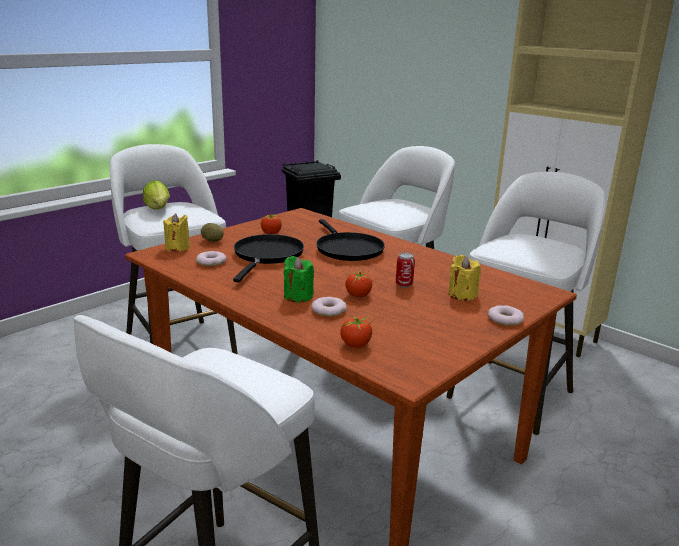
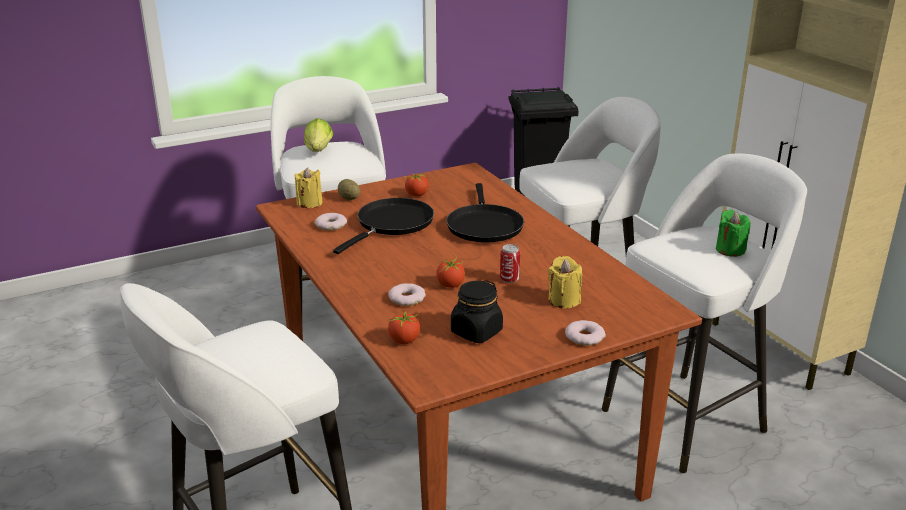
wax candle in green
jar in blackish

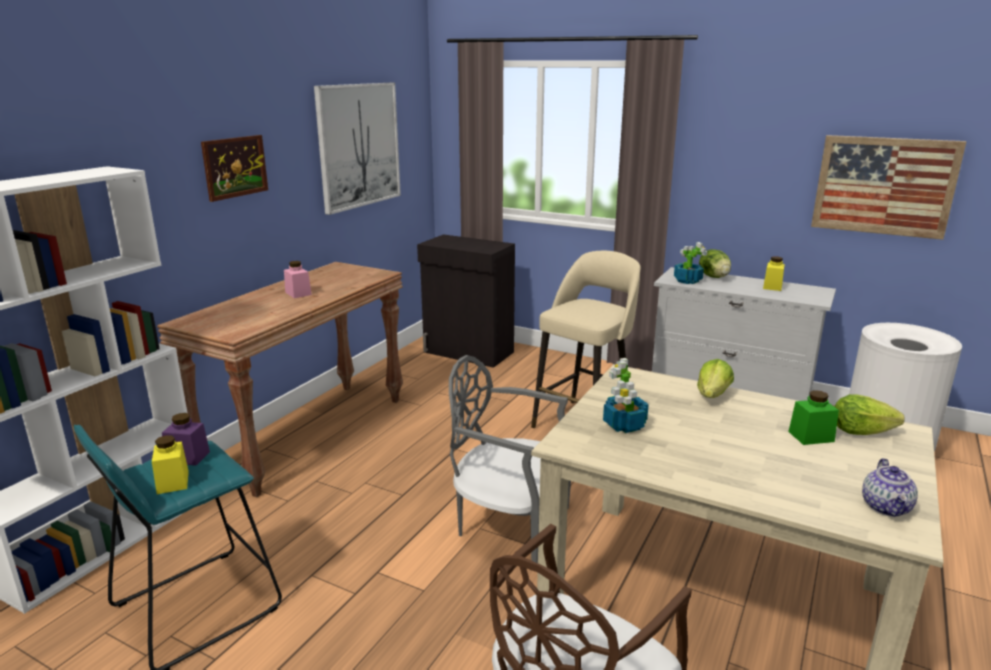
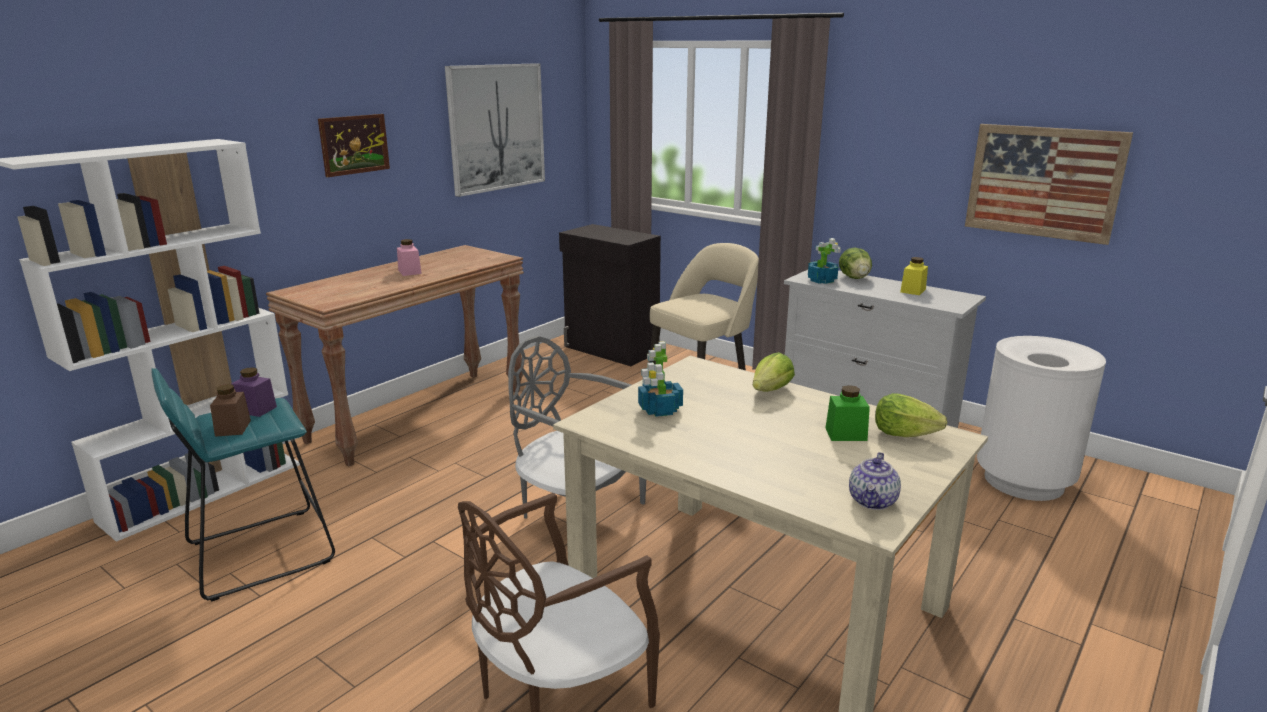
jar in brown-coloured

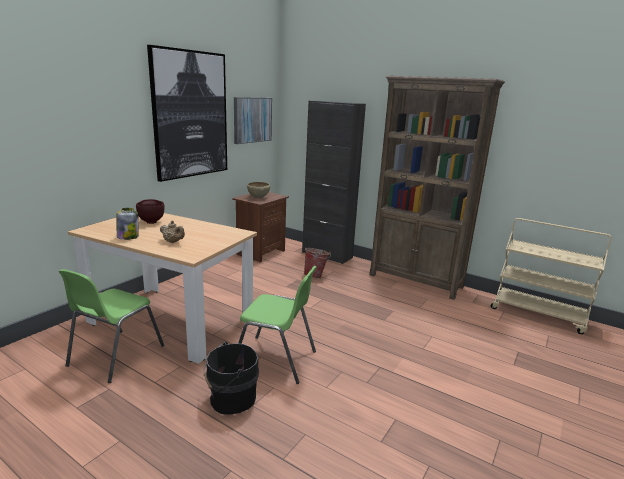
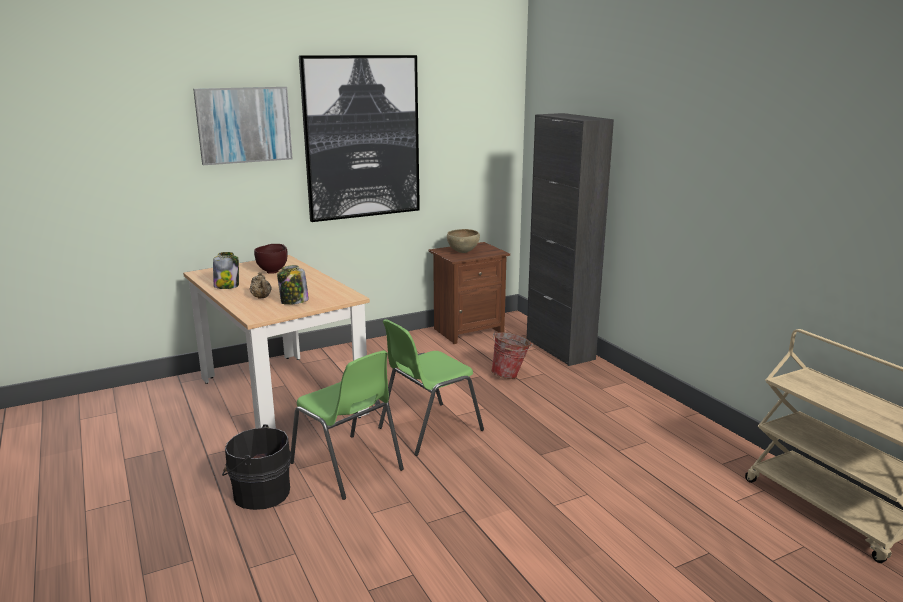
bookshelf in brown-coloured
picture (1st from left)
upright chair in green (2nd from left)
jar (2nd from left)

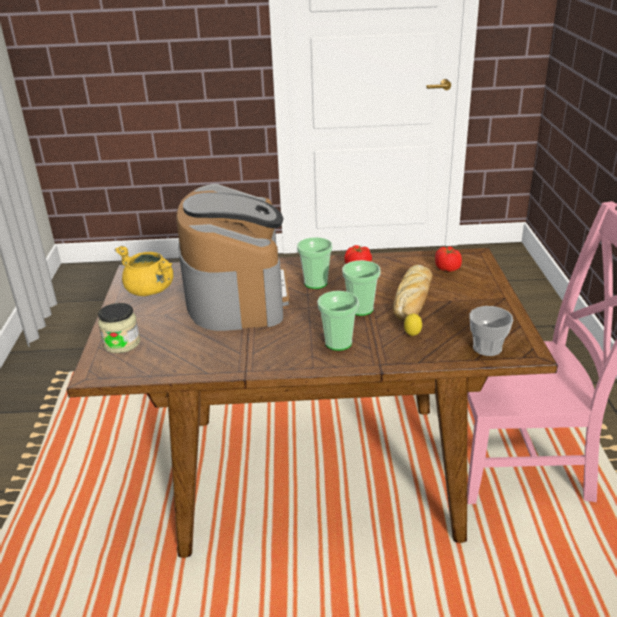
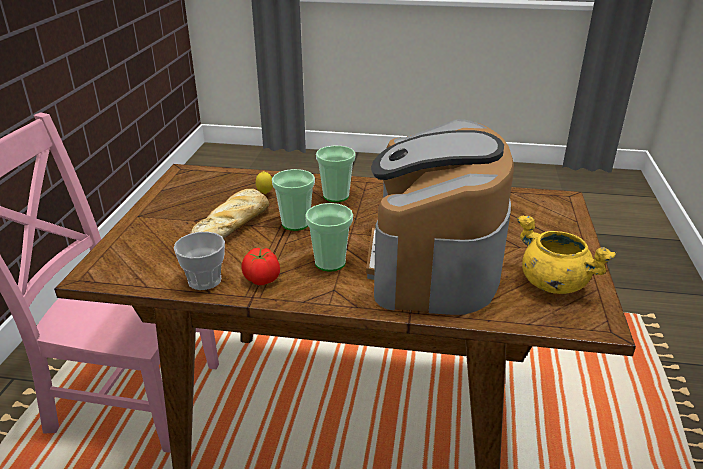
tomato (2nd from left in the first image)
jar
small cup (1st from left)

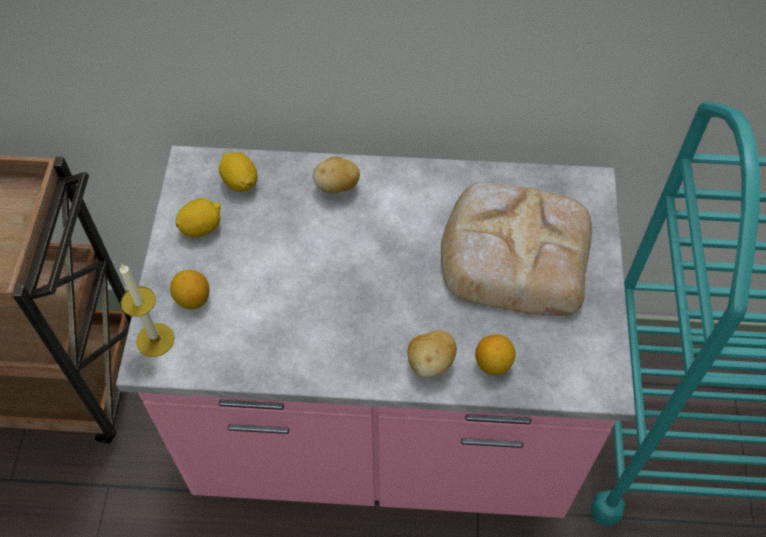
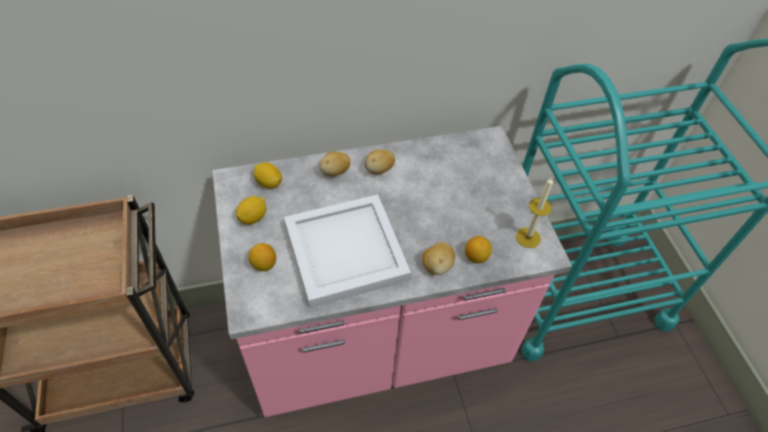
bread
wax candle
whole potato (2nd from left)
serving tray in white

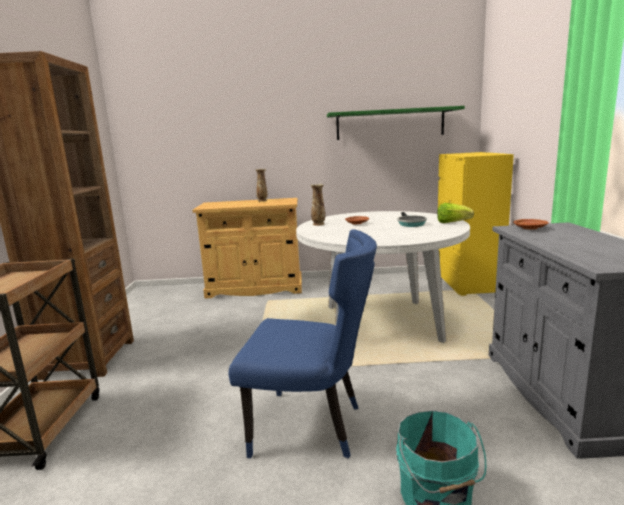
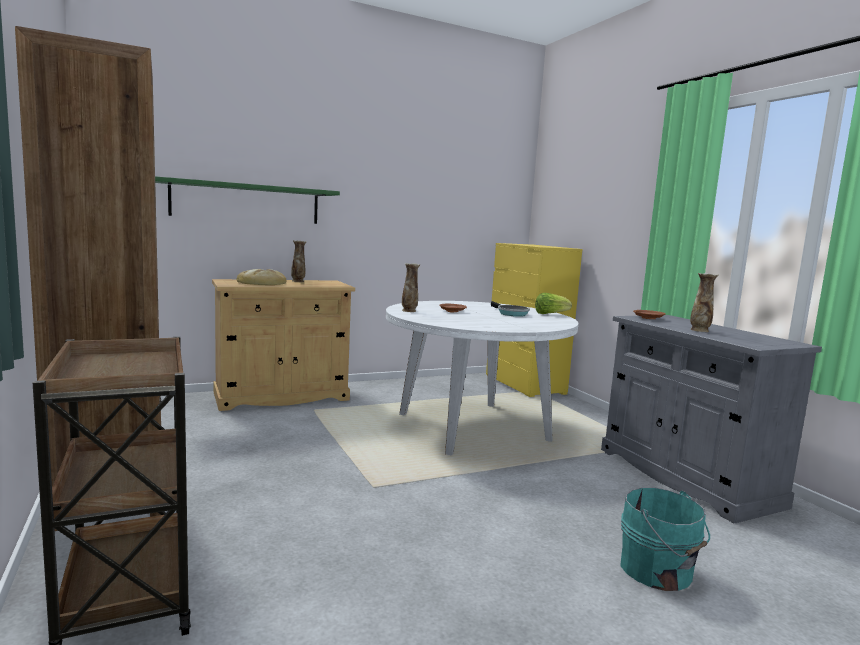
bracket shelf in green
upright chair in bluish
bread
flower vase (3rd from left)

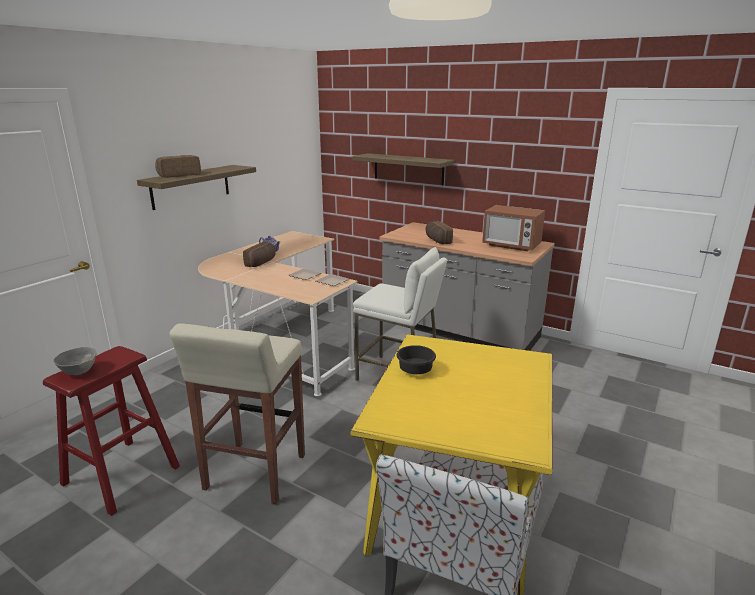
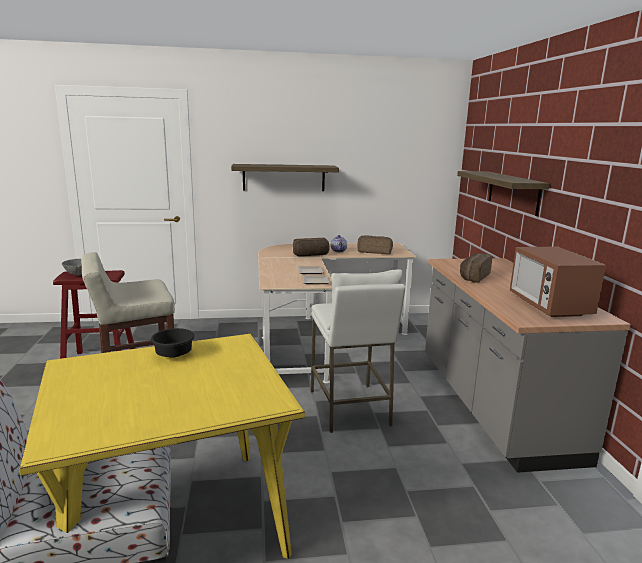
bread (2nd from left)

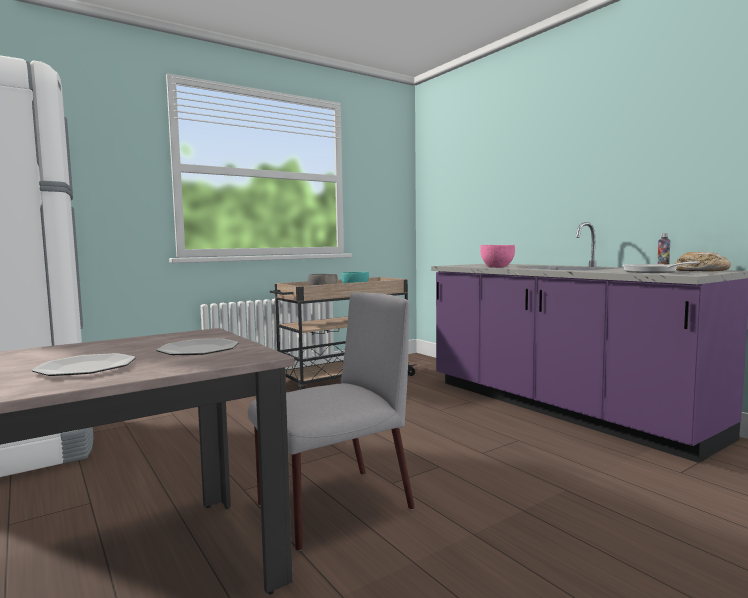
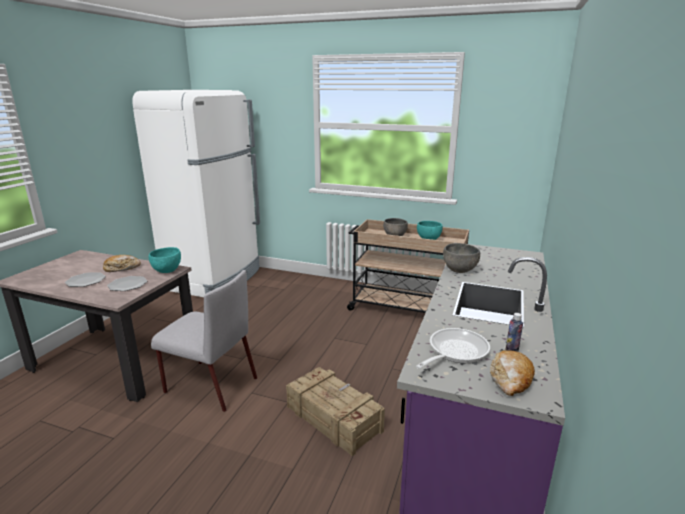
bowl in greyish (2nd from left)
bowl in blue-green (1st from left)
bread (1st from left)
shipping crate

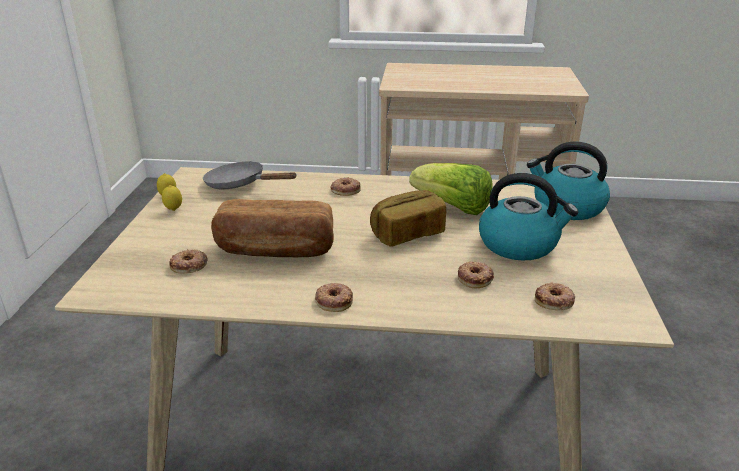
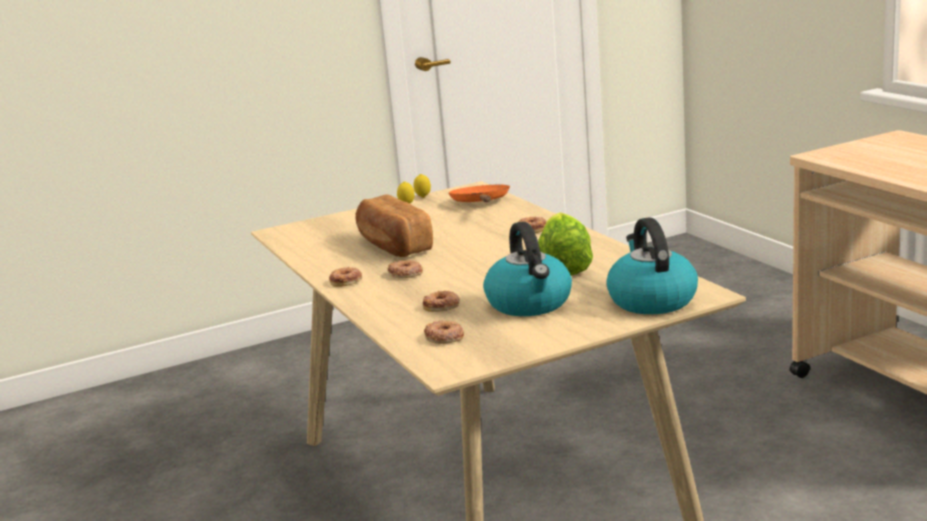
frying pan in orange
bread (2nd from left in the first image)
donut (2nd from left)

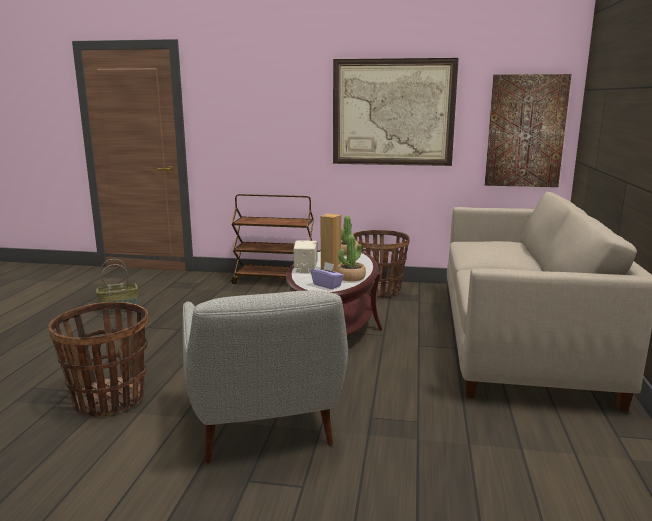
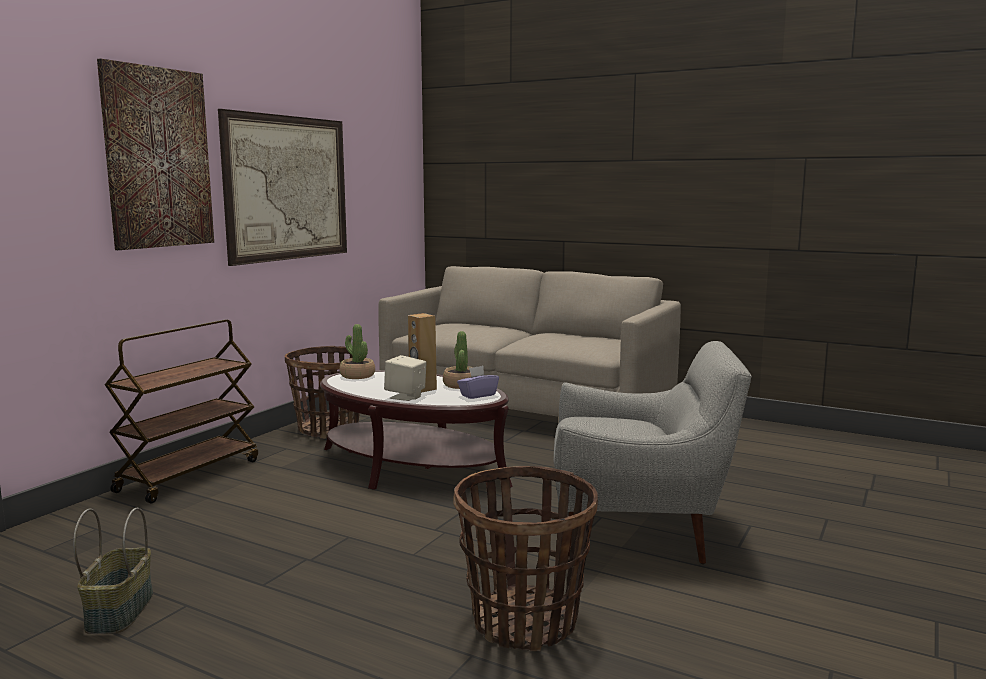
picture (1st from left)

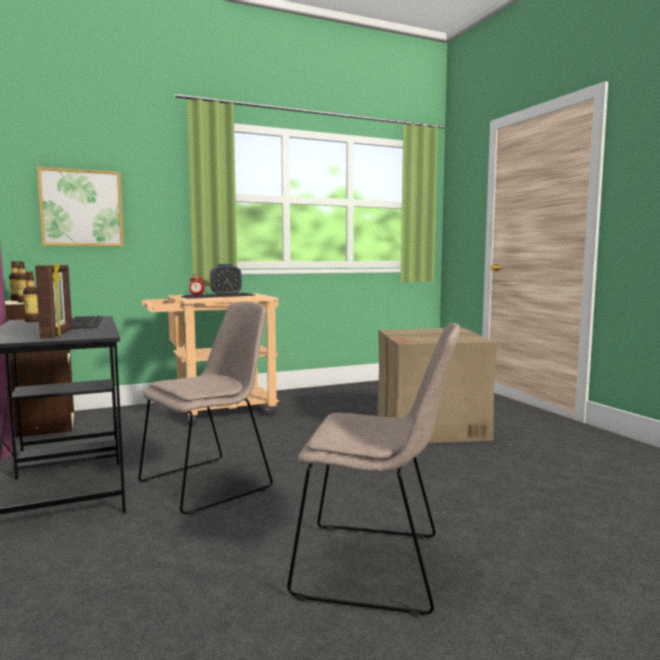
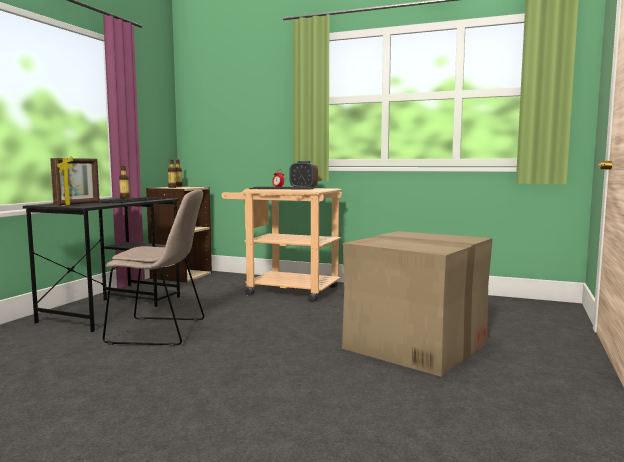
picture
upright chair in sand-coloured (2nd from left in the first image)

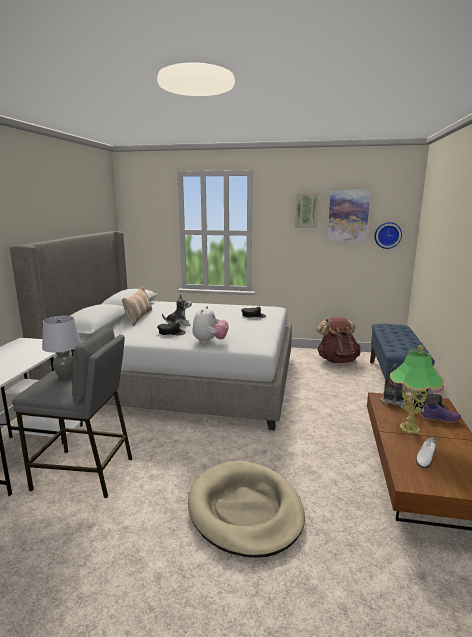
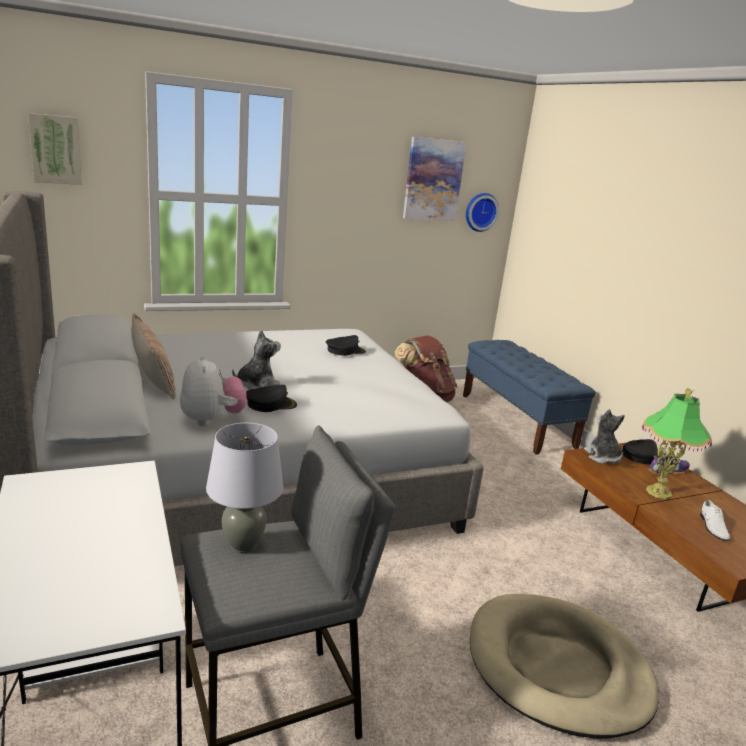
picture (1st from left)
cuddly toy (1st from left)

